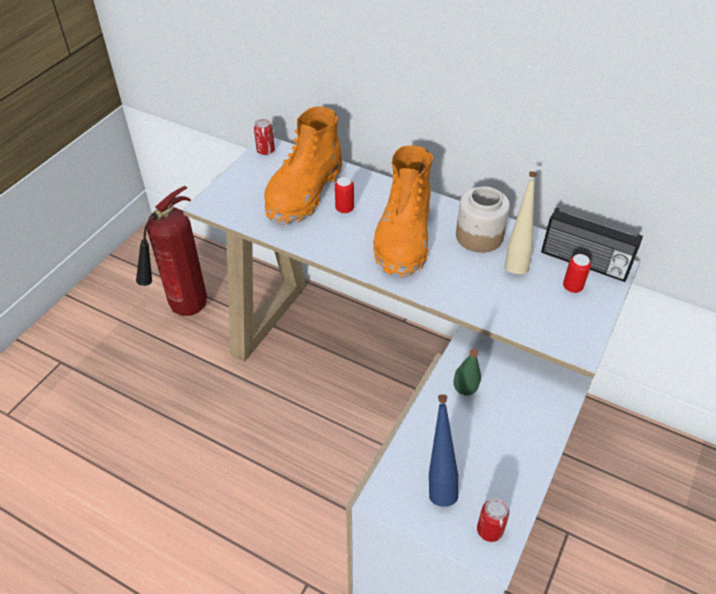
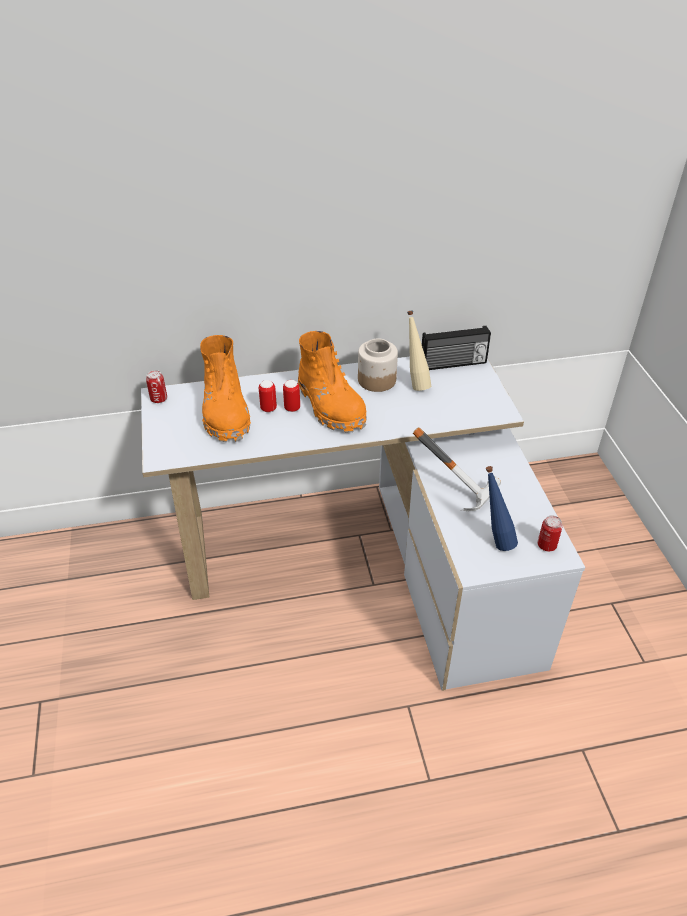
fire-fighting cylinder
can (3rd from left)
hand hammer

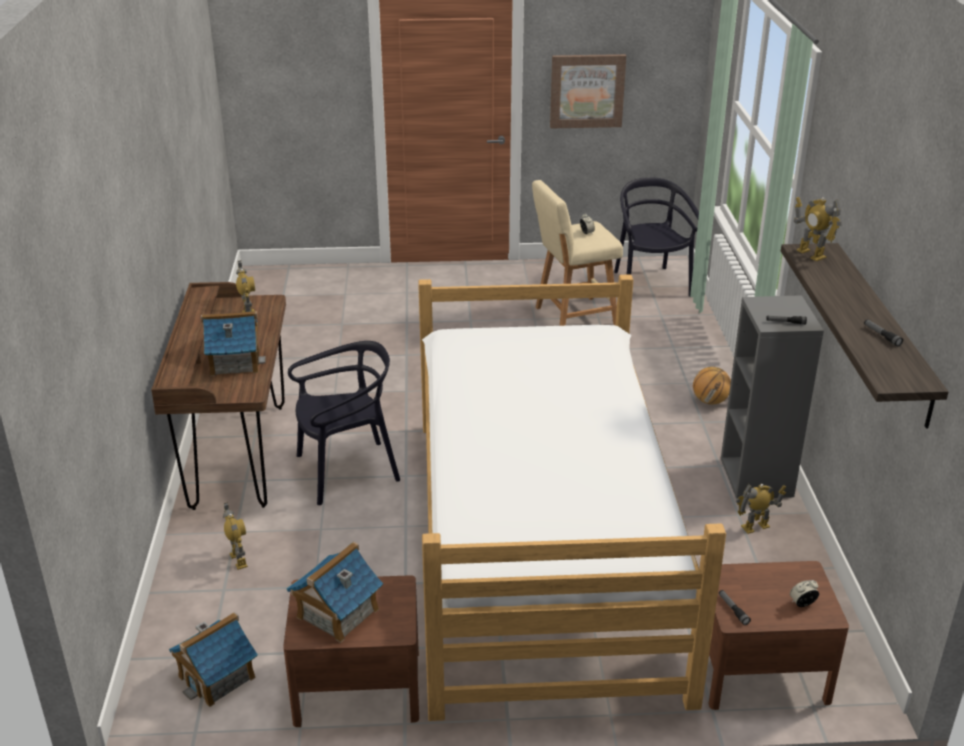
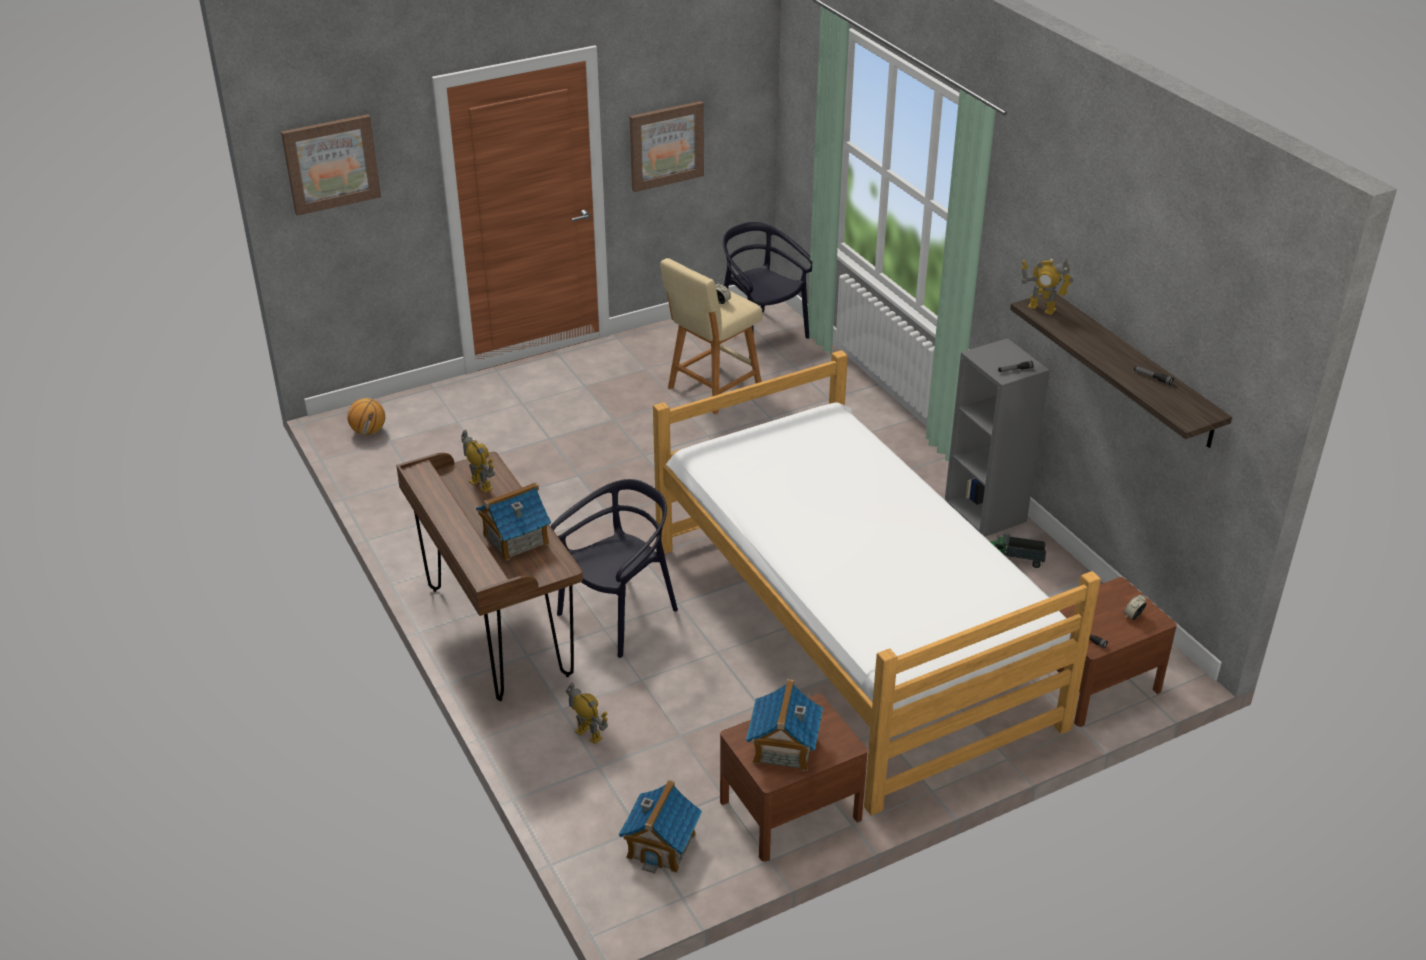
basketball
toy truck
picture (1st from left)

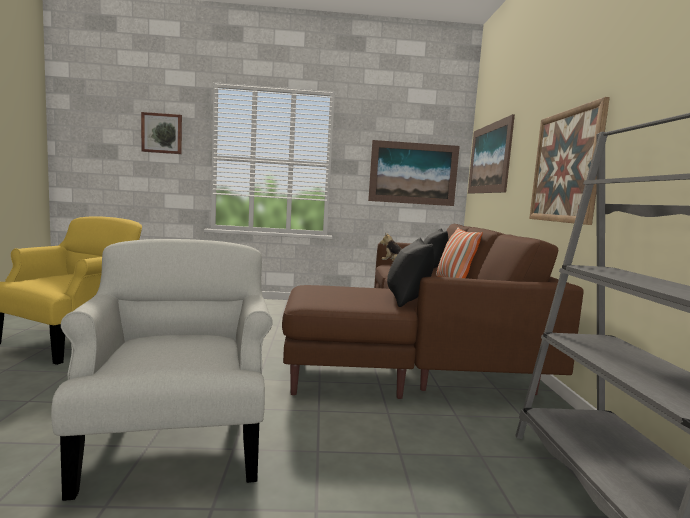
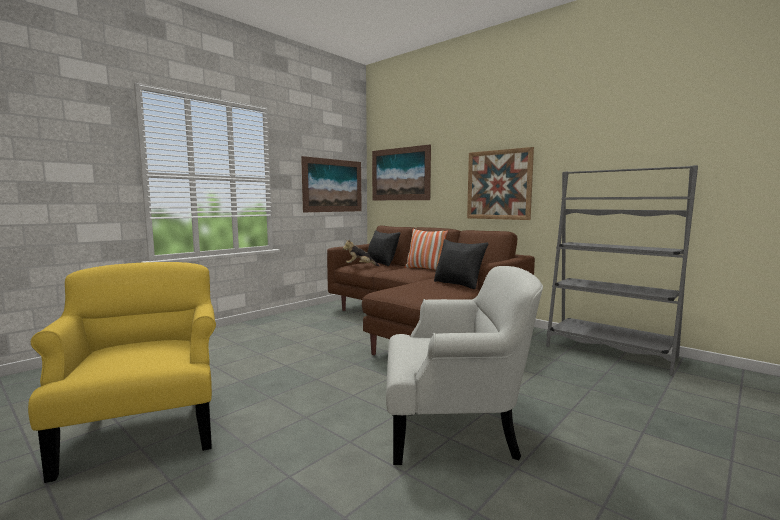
picture (1st from left in the first image)
lounge chair in white

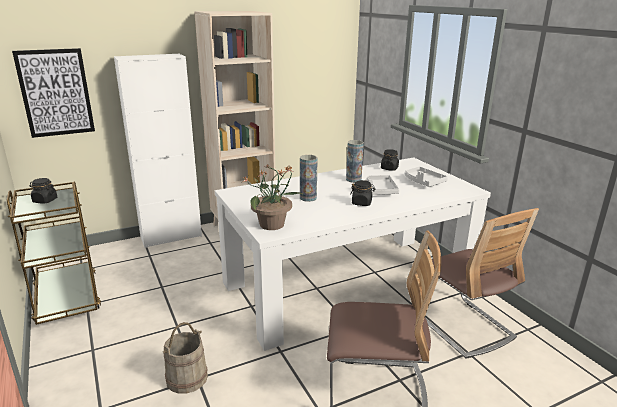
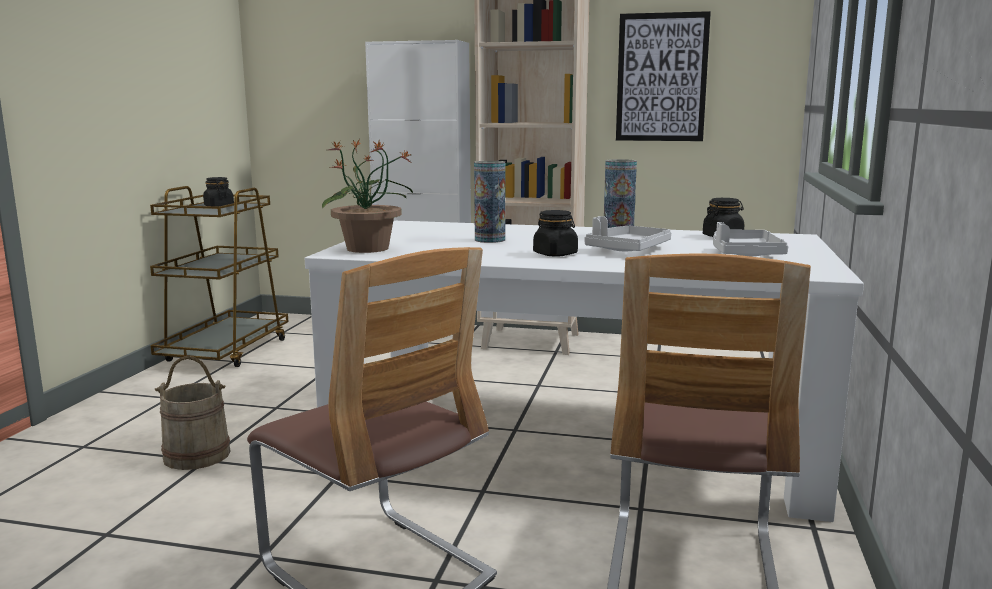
picture

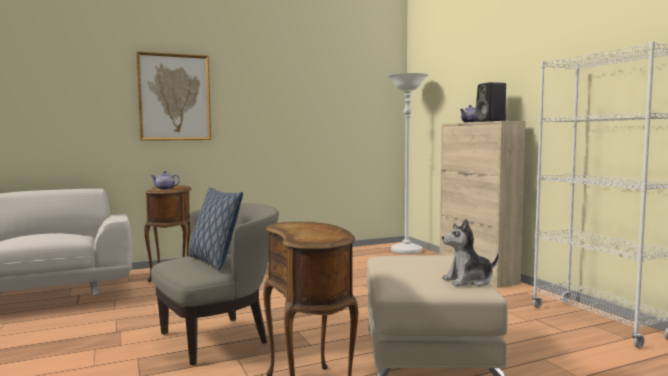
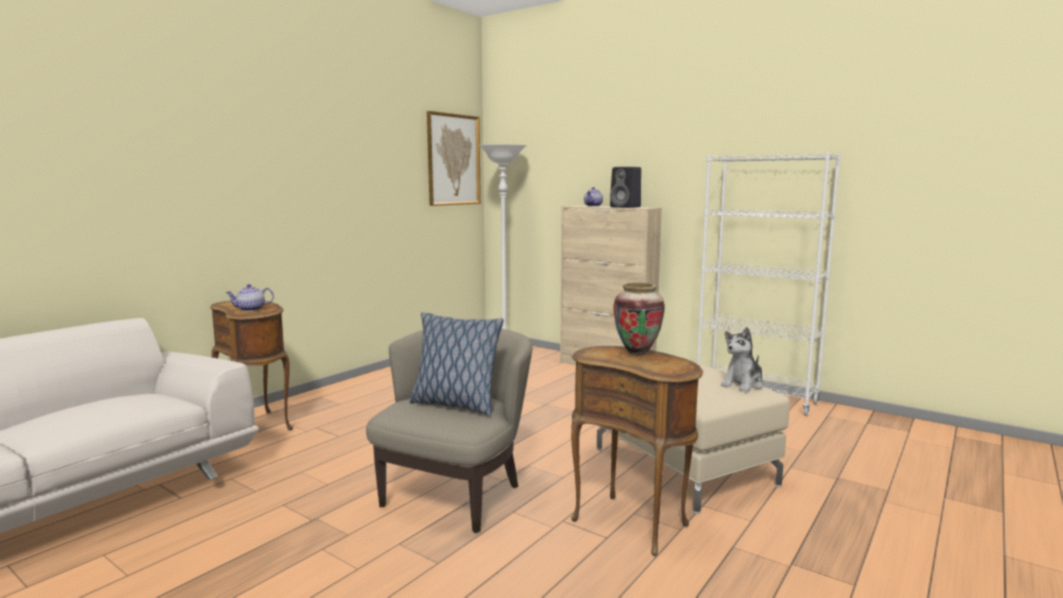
picture
flower vase

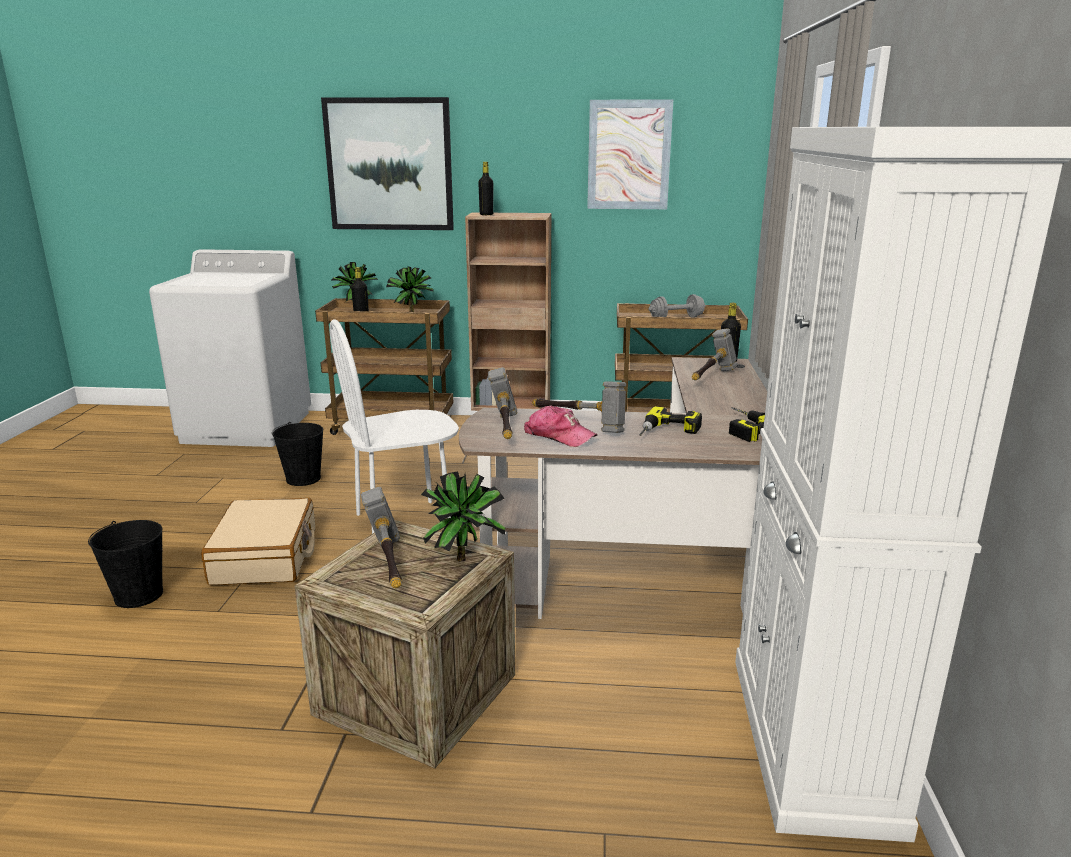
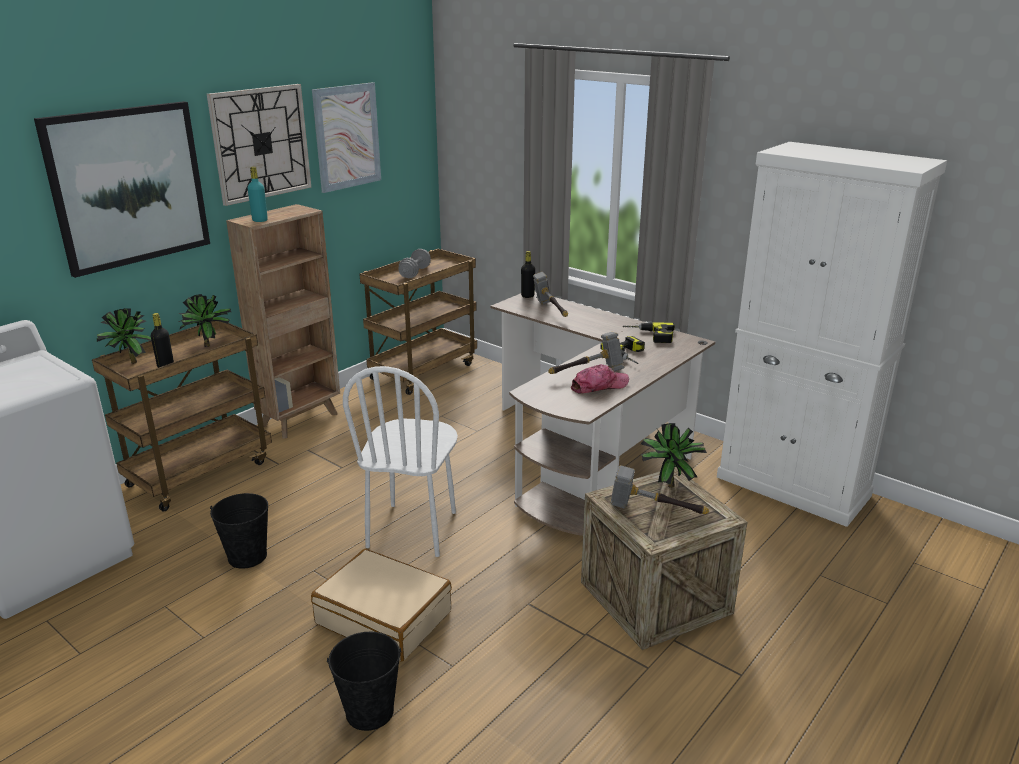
bottle in blue-green
hand hammer (2nd from left in the first image)
clock on the wall

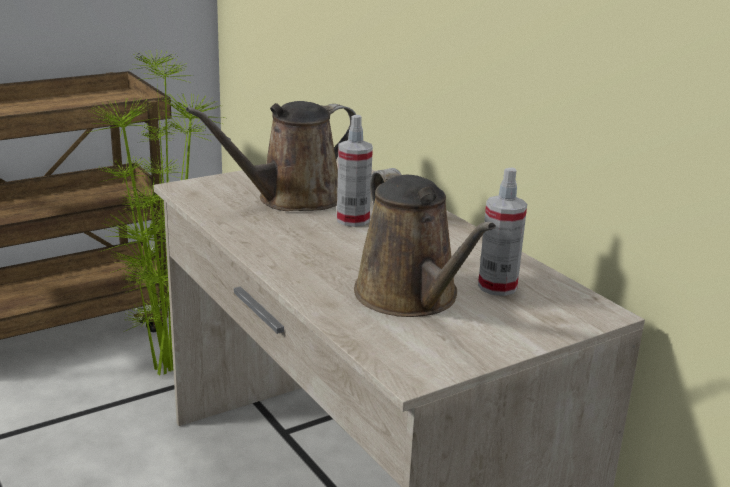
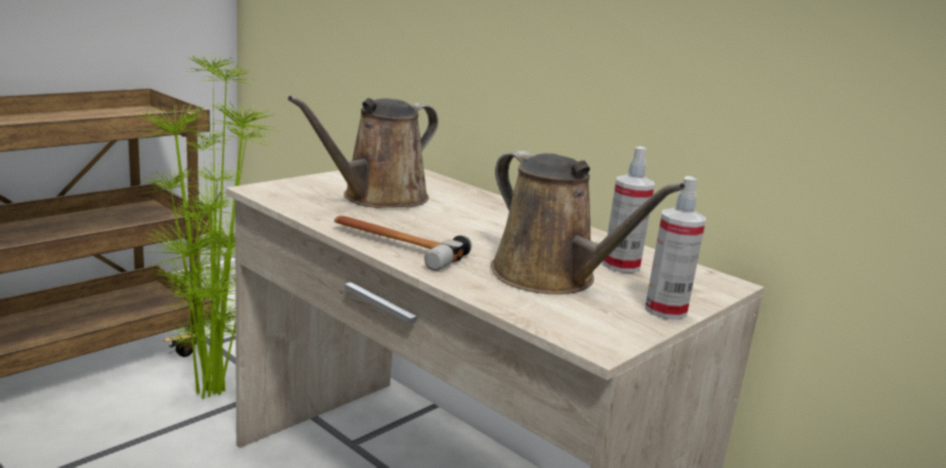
sprayer (2nd from left)
hand hammer

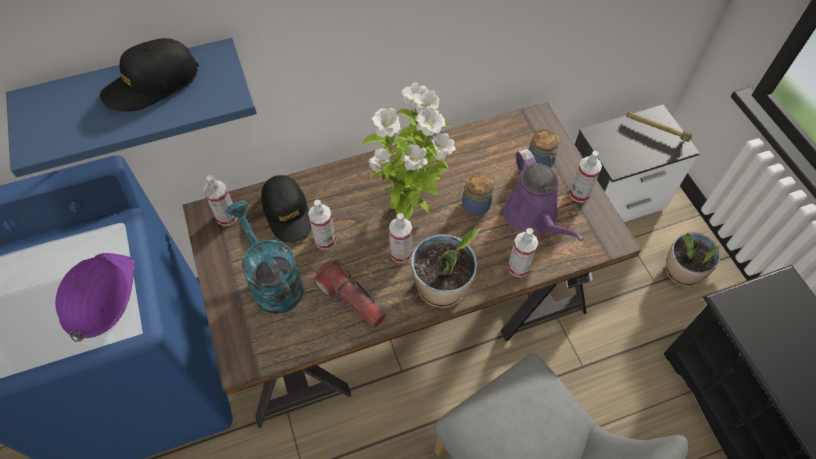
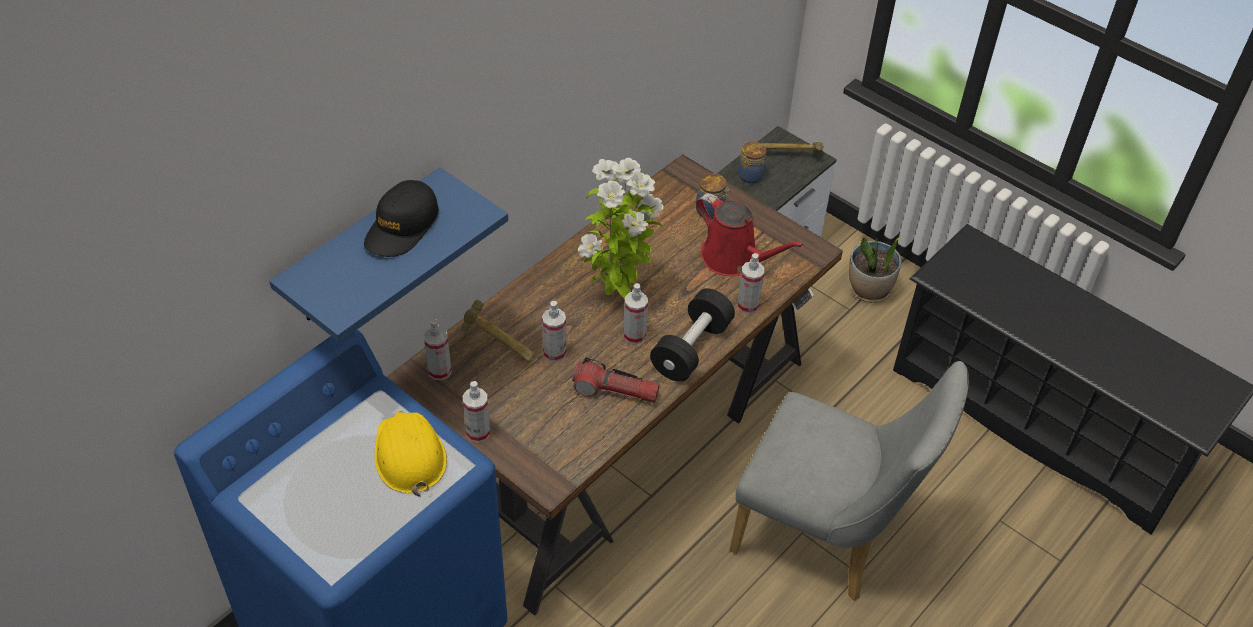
watering pot in reddish
sprayer (2nd from left)
jar (2nd from left)
hand hammer (1st from left)
watering pot in blue-green
hand weight in blackish
hard hat in yellow-coloured

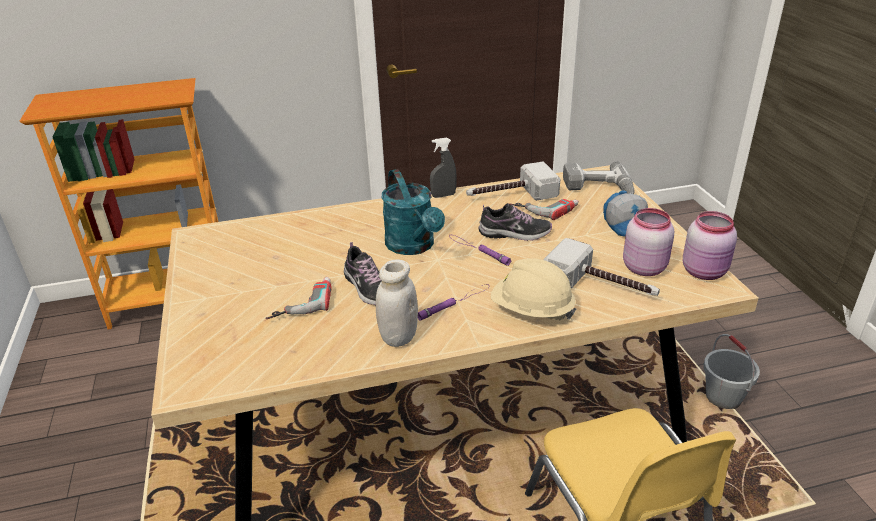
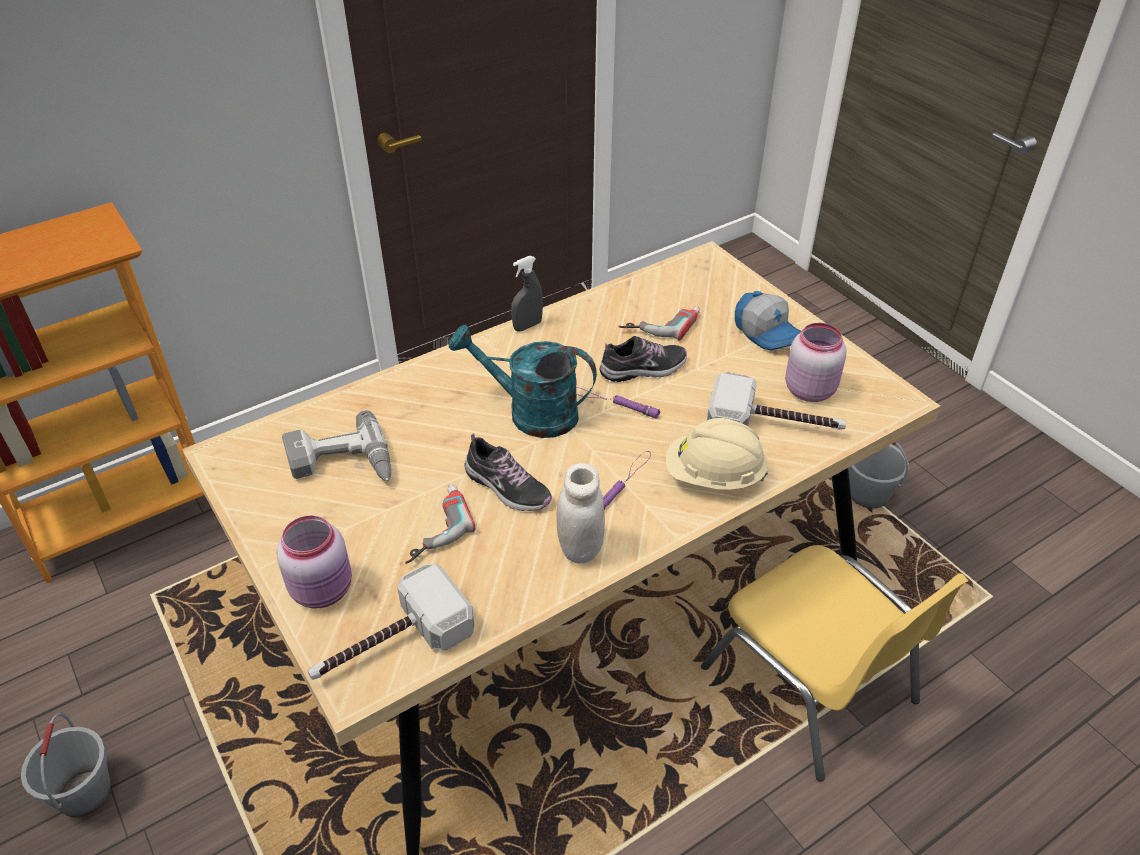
hand hammer (1st from left)
power drill (1st from left)
watering pot in blue-green
jar in pink (1st from left)
pail in greyish (1st from left)

